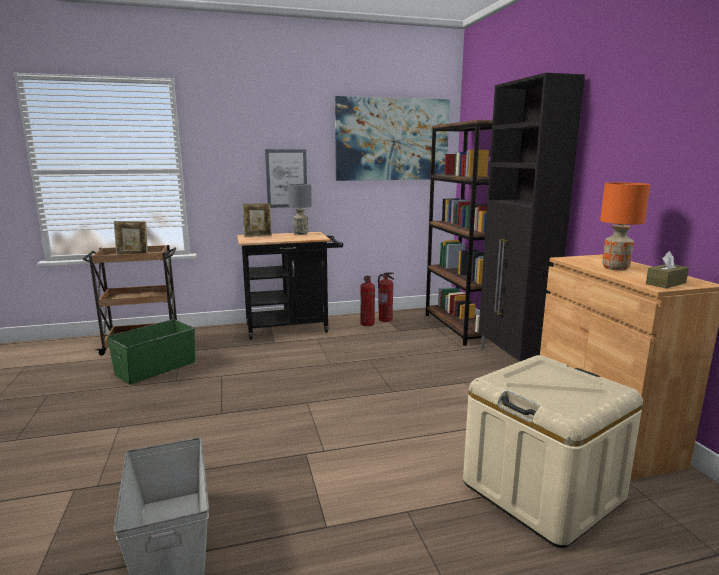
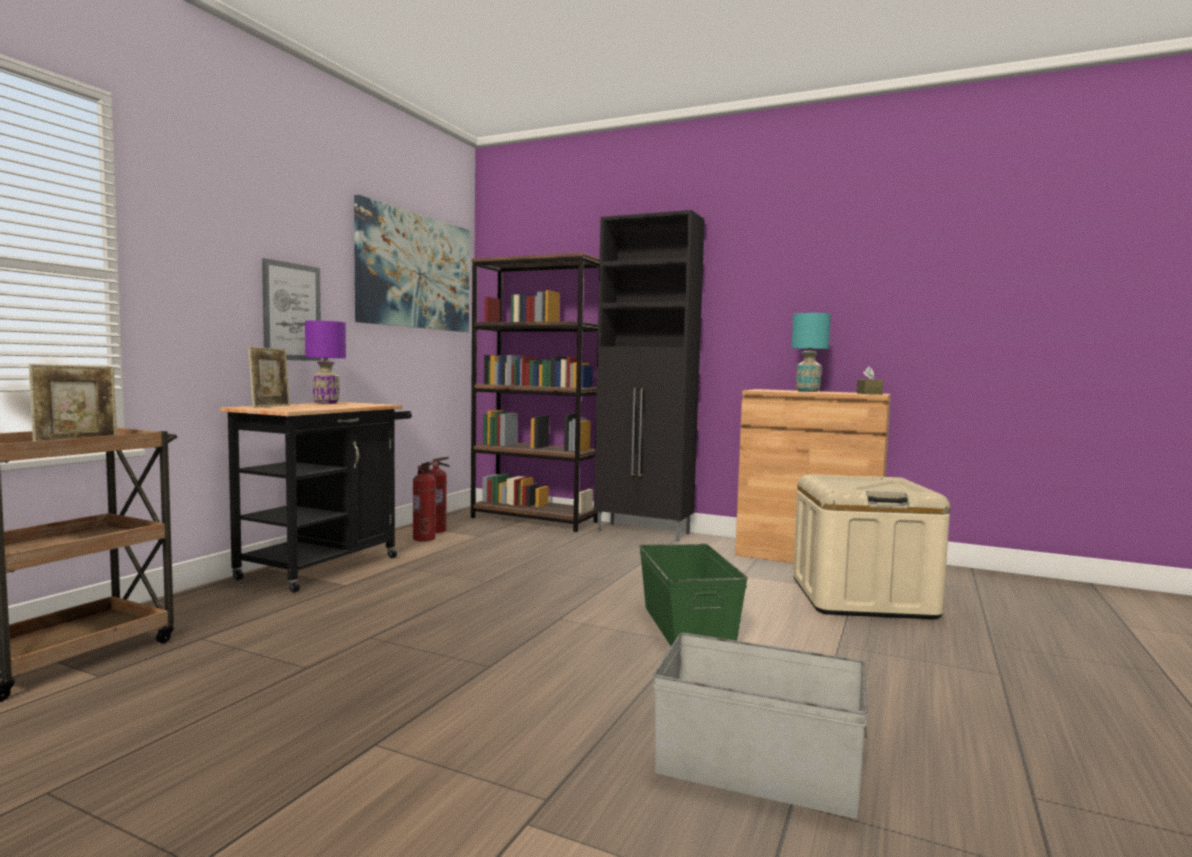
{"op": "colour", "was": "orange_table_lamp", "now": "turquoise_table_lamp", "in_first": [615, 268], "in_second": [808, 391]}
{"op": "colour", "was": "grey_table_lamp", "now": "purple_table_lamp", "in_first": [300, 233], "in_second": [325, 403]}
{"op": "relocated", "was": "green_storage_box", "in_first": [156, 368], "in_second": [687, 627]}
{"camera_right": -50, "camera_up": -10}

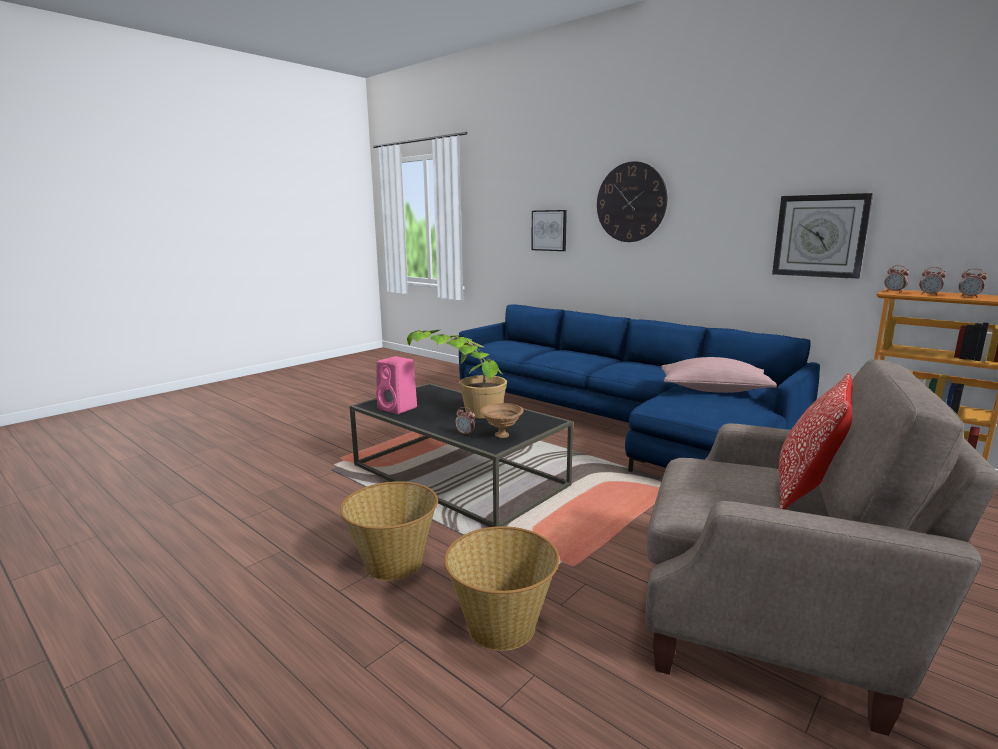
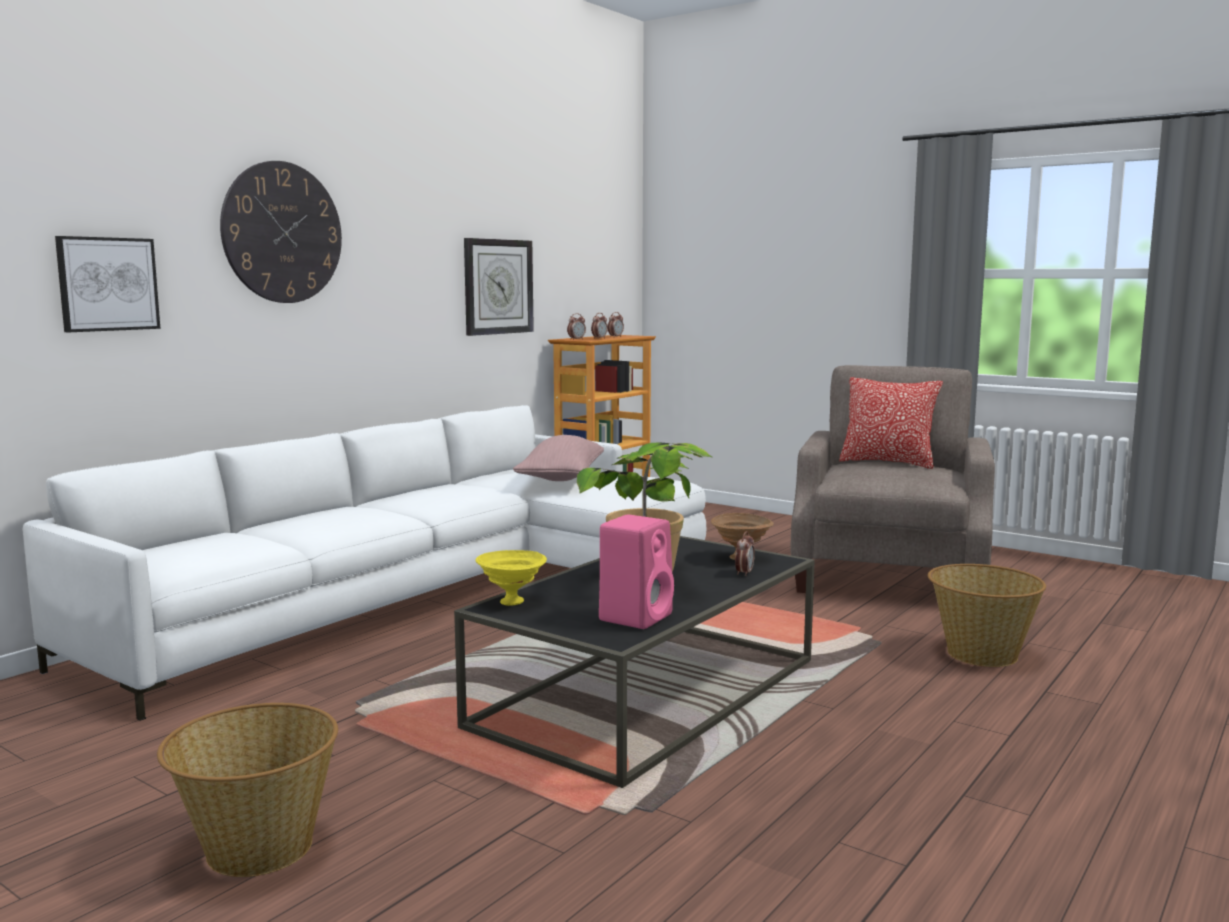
{"op": "colour", "was": "blue_sofa", "now": "white_sofa", "in_first": [621, 423], "in_second": [426, 595]}
{"op": "relocated", "was": "basket", "in_first": [393, 562], "in_second": [257, 848]}
{"op": "appeared", "now": "yellow_bowl", "in_second": [511, 601]}
{"camera_right": -95, "camera_up": -5}

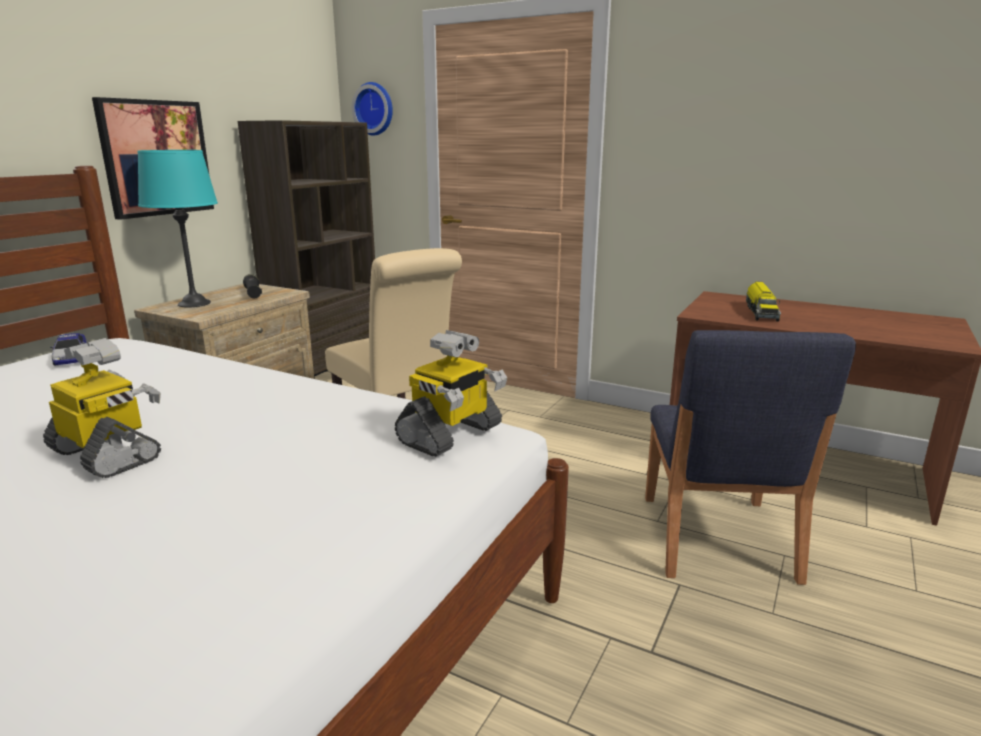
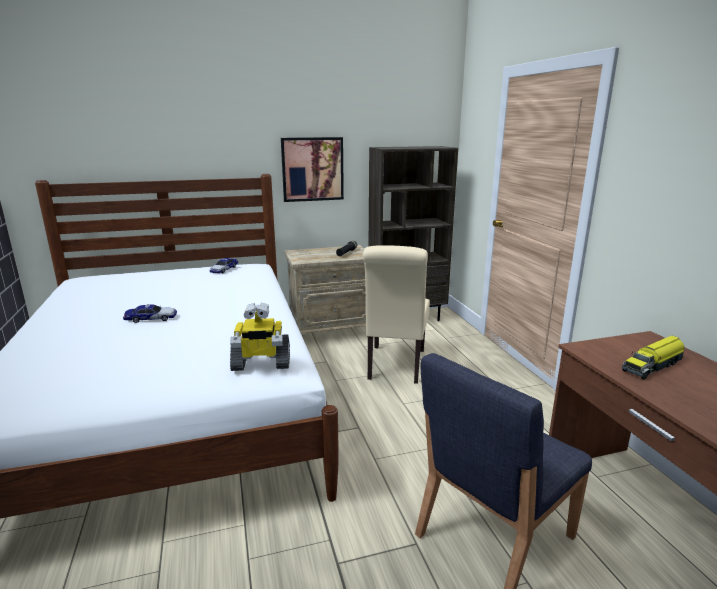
{"op": "missing", "was": "wall_clock", "in_first": [375, 109]}
{"op": "missing", "was": "turquoise_table_lamp", "in_first": [194, 303]}
{"op": "exchanged", "was": "toy_robot", "now": "toy_car", "in_first": [107, 455], "in_second": [151, 318]}
{"camera_right": 45, "camera_up": 0}

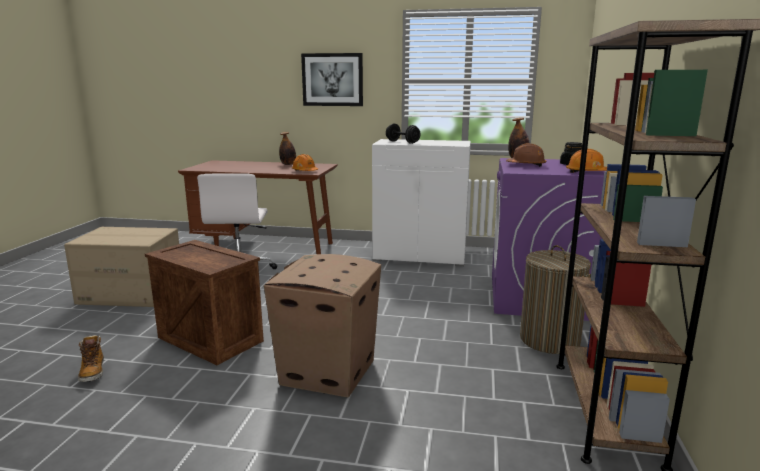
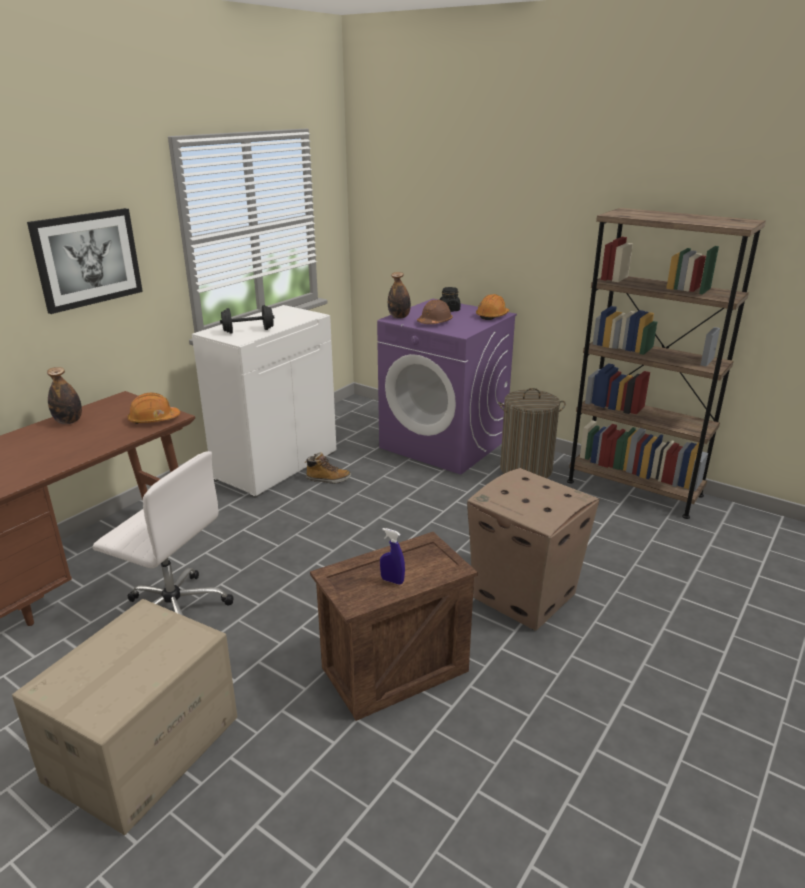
{"op": "relocated", "was": "boot", "in_first": [93, 372], "in_second": [328, 479]}
{"op": "appeared", "now": "blue_spray_bottle", "in_second": [392, 581]}
{"camera_right": -65, "camera_up": 10}

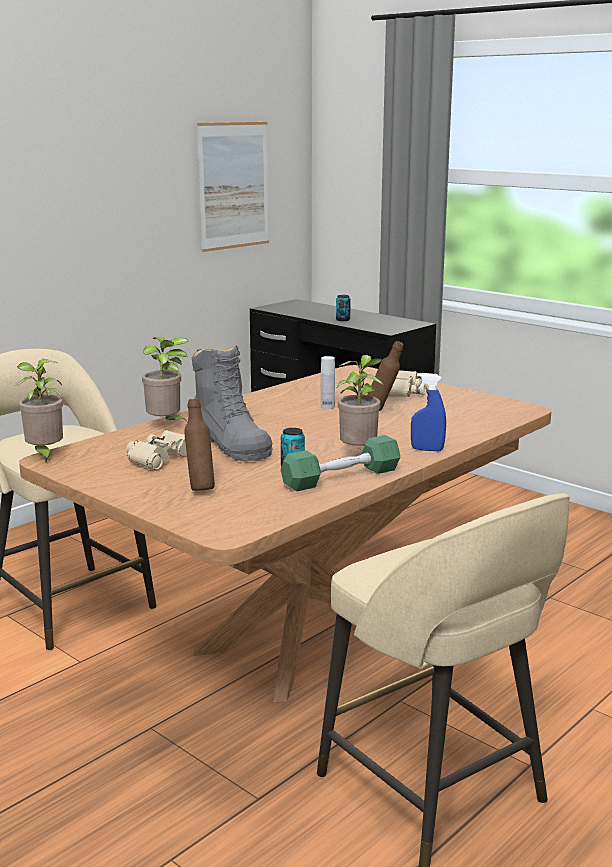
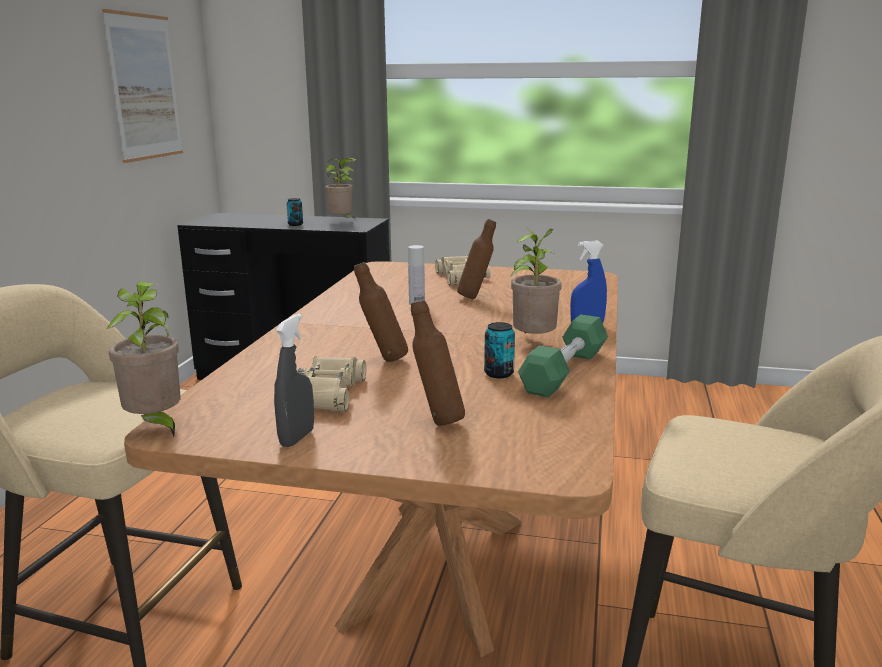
{"op": "relocated", "was": "potted_plant", "in_first": [166, 425], "in_second": [342, 222]}
{"op": "exchanged", "was": "grey_boot", "now": "brown_bottle", "in_first": [231, 444], "in_second": [383, 360]}
{"op": "appeared", "now": "grey_spray_bottle", "in_second": [297, 438]}
{"camera_right": -30, "camera_up": 0}

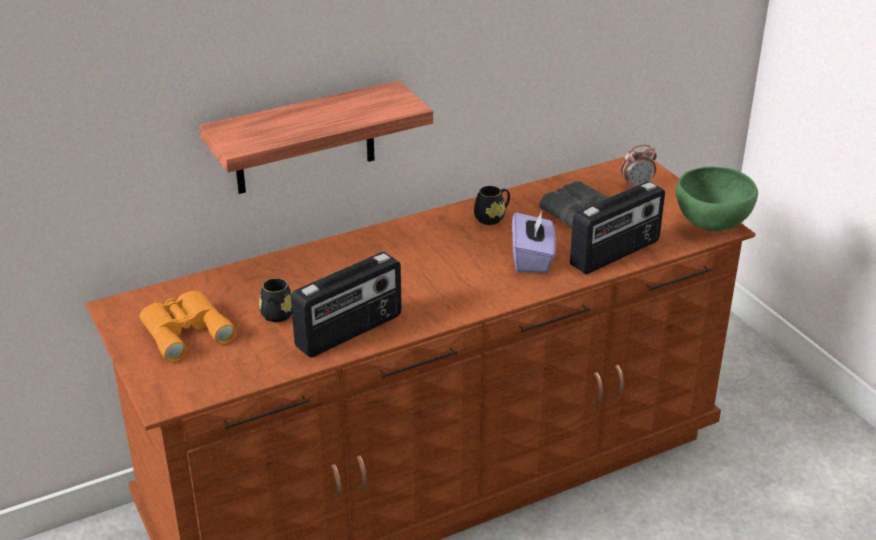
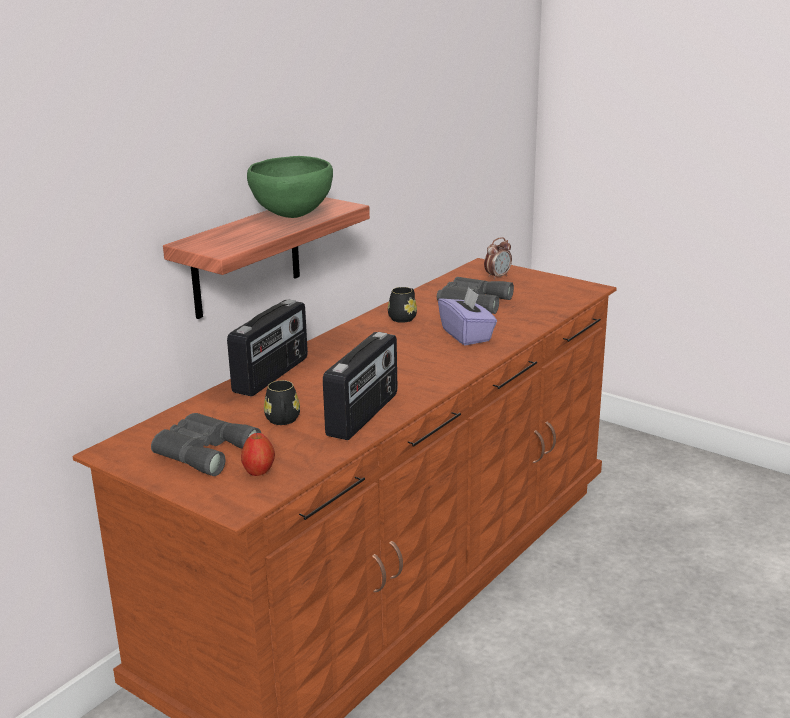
{"op": "relocated", "was": "green_bowl", "in_first": [711, 226], "in_second": [293, 216]}
{"op": "relocated", "was": "radio", "in_first": [616, 254], "in_second": [272, 375]}
{"op": "colour", "was": "orange_binoculars", "now": "grey_binoculars", "in_first": [185, 330], "in_second": [202, 450]}
{"op": "appeared", "now": "apple", "in_second": [259, 472]}
{"camera_right": -25, "camera_up": -10}

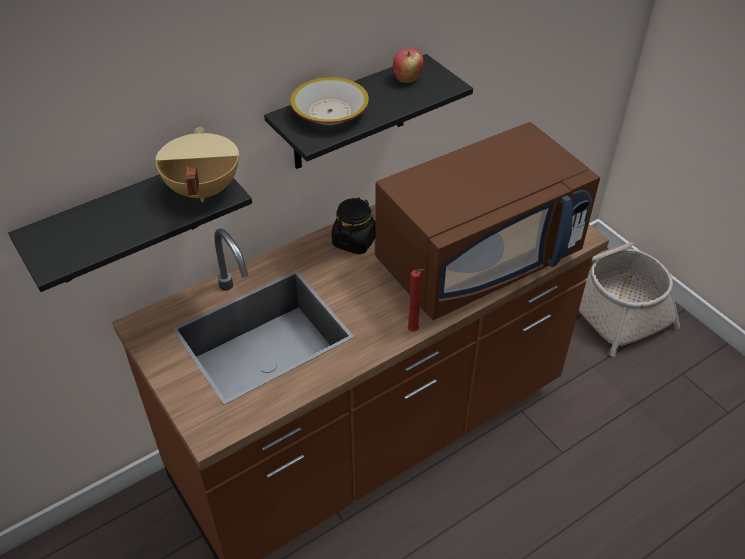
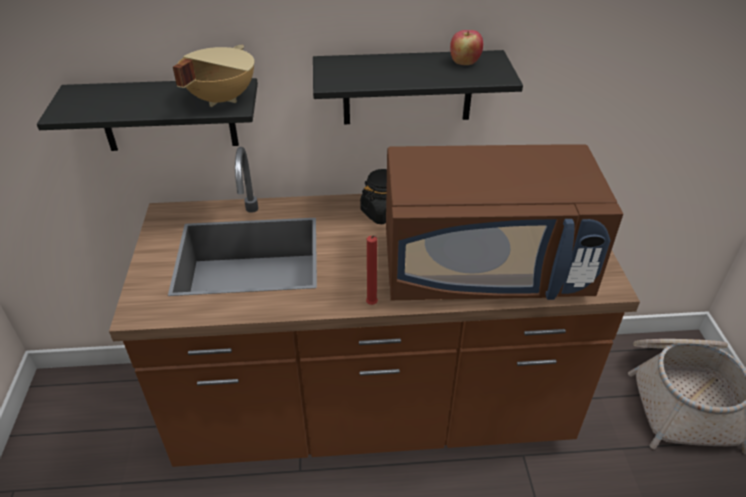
{"op": "missing", "was": "bowl", "in_first": [330, 112]}
{"camera_right": 30, "camera_up": -5}

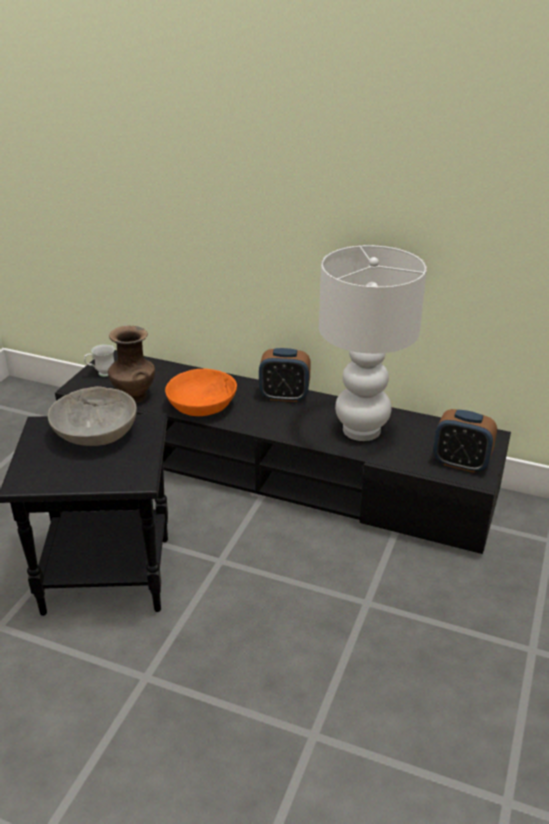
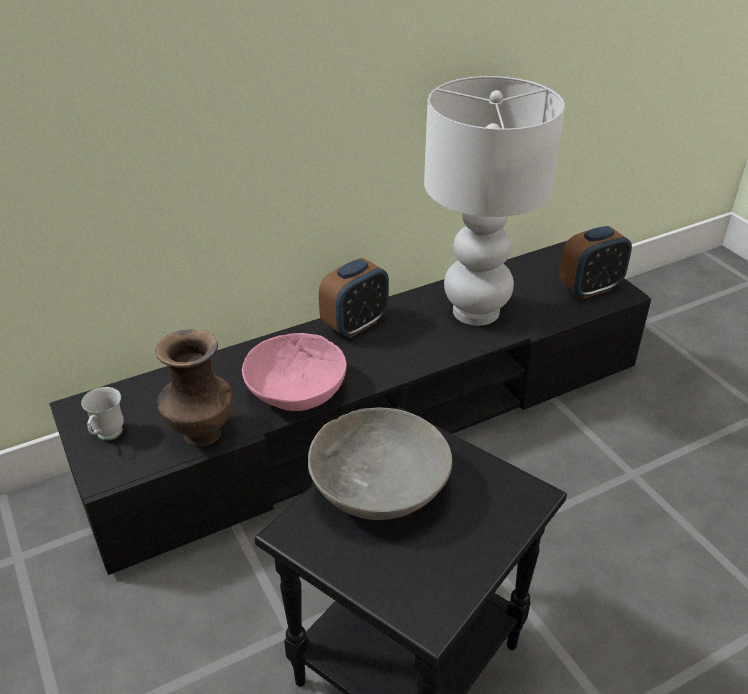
{"op": "colour", "was": "orange_bowl", "now": "pink_bowl", "in_first": [202, 405], "in_second": [295, 390]}
{"camera_right": -50, "camera_up": 5}

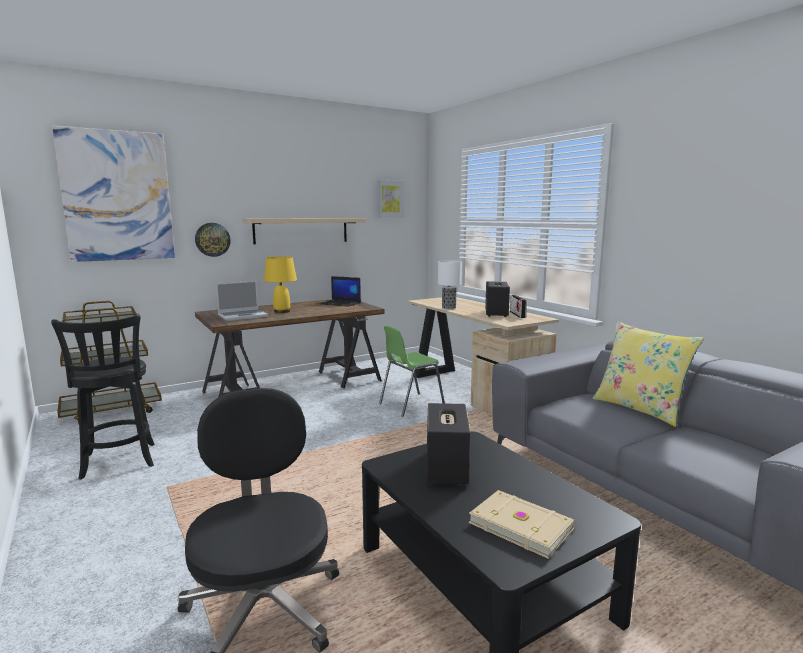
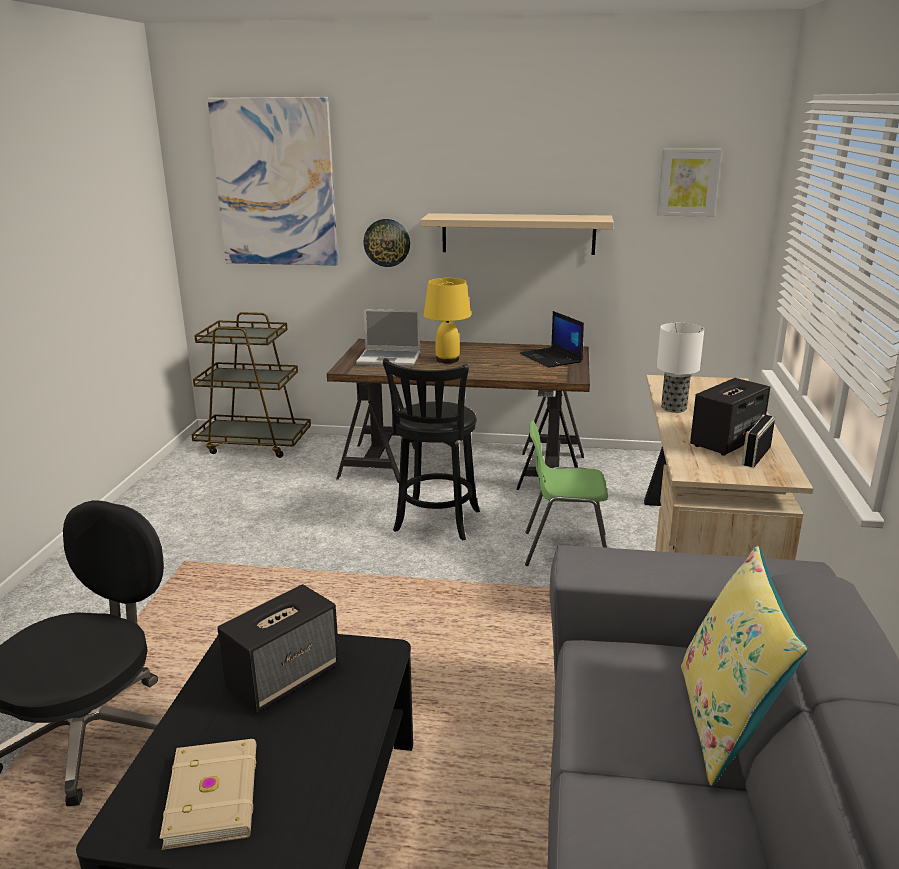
{"op": "relocated", "was": "black_stool", "in_first": [118, 462], "in_second": [435, 523]}
{"camera_right": 40, "camera_up": 10}

